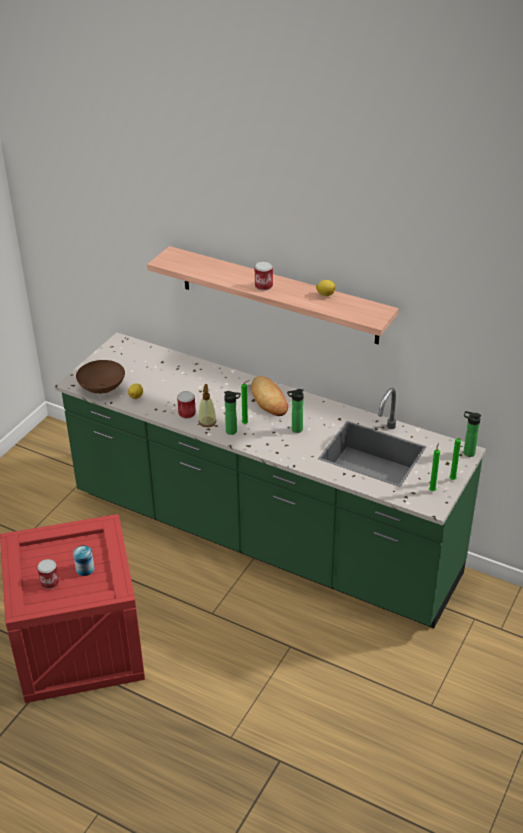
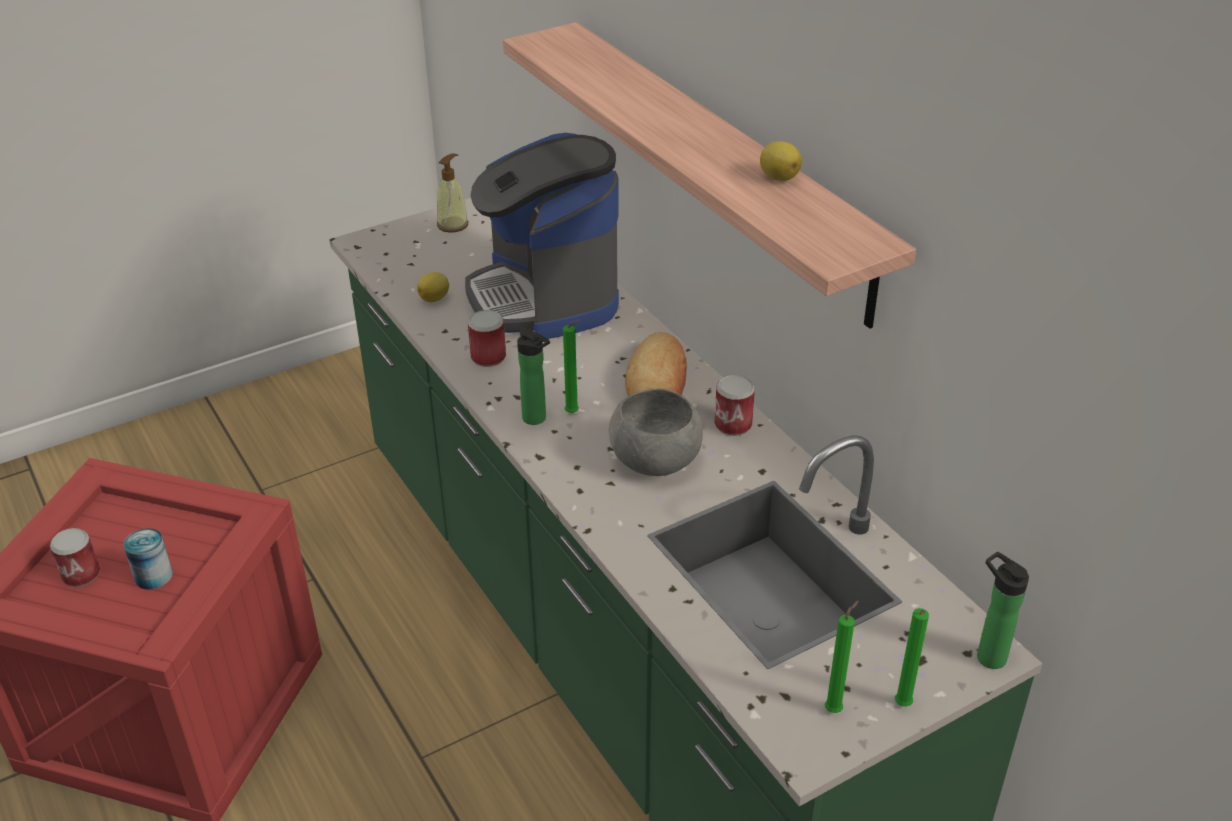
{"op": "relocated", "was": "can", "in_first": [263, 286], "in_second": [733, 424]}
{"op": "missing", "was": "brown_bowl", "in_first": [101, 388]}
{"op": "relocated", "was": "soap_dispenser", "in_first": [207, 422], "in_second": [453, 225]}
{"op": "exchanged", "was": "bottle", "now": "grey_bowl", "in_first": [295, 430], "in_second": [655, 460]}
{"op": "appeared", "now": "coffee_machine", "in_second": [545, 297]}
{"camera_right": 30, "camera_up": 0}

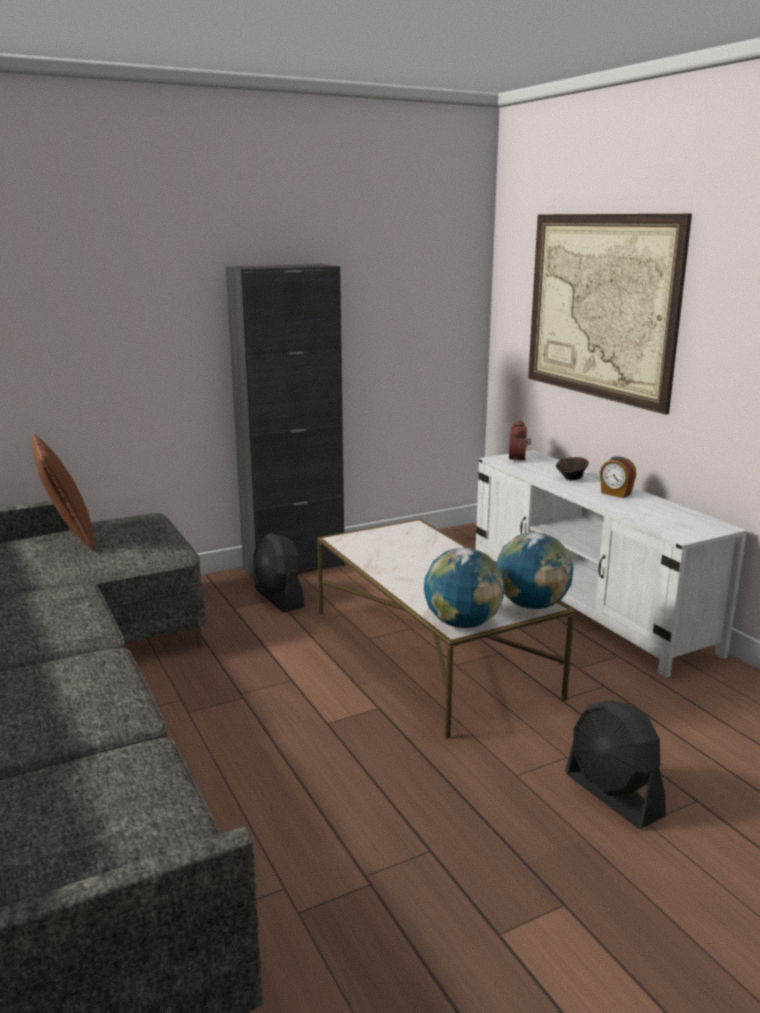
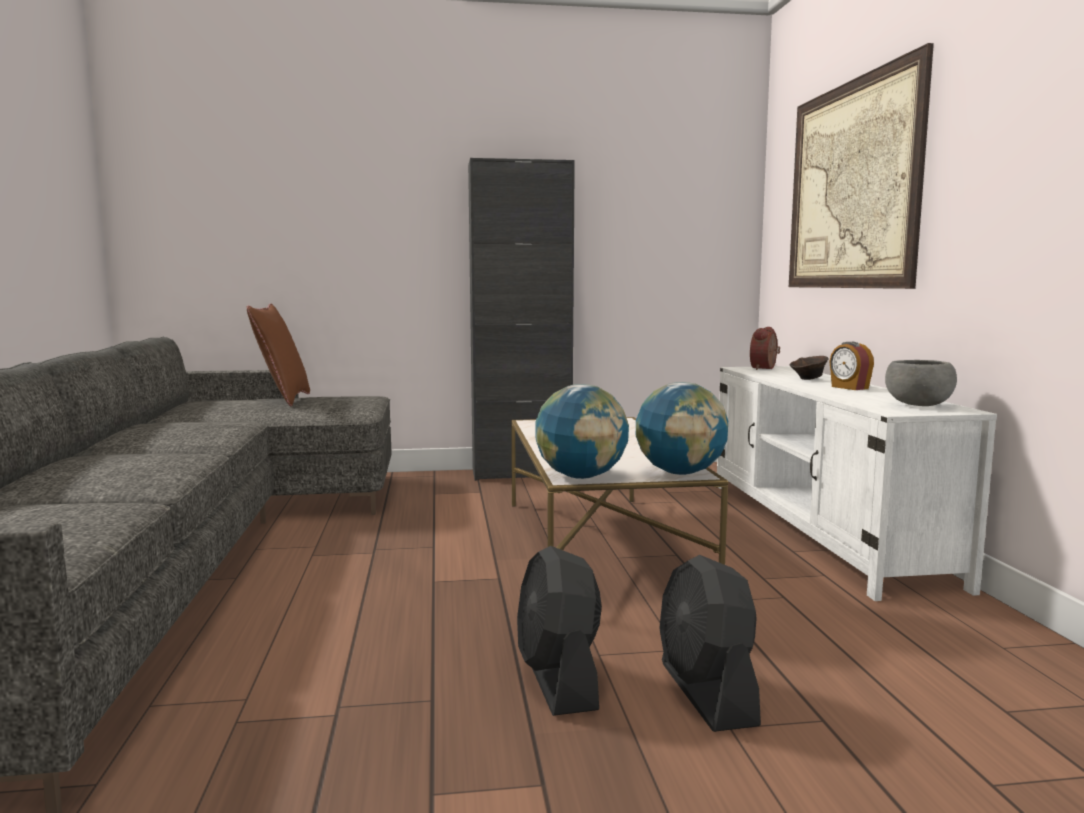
{"op": "relocated", "was": "black_fan", "in_first": [279, 598], "in_second": [558, 680]}
{"op": "appeared", "now": "grey_bowl", "in_second": [918, 405]}
{"camera_right": 20, "camera_up": -10}

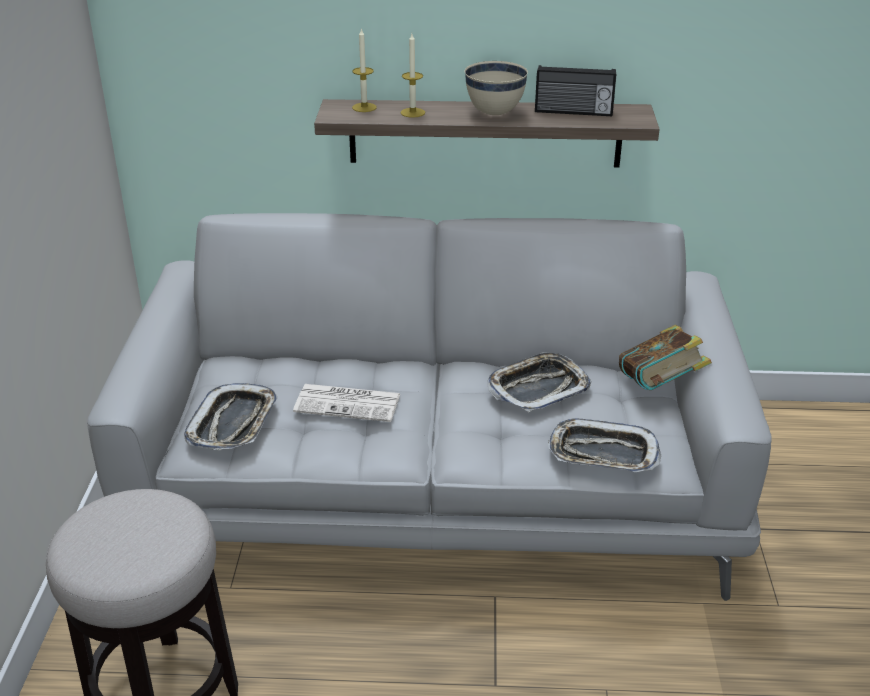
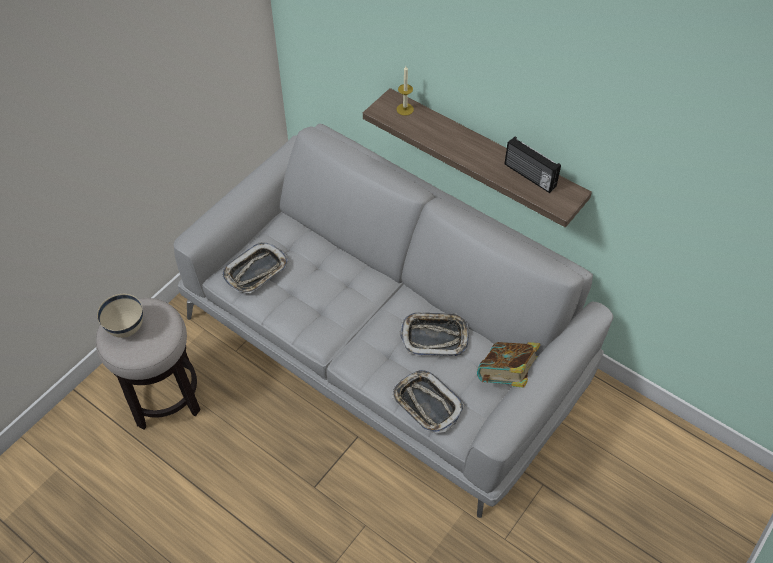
{"op": "missing", "was": "candle", "in_first": [412, 112]}
{"op": "relocated", "was": "beige_bowl", "in_first": [494, 113], "in_second": [126, 329]}
{"op": "missing", "was": "newspaper", "in_first": [349, 403]}
{"camera_right": 35, "camera_up": 20}

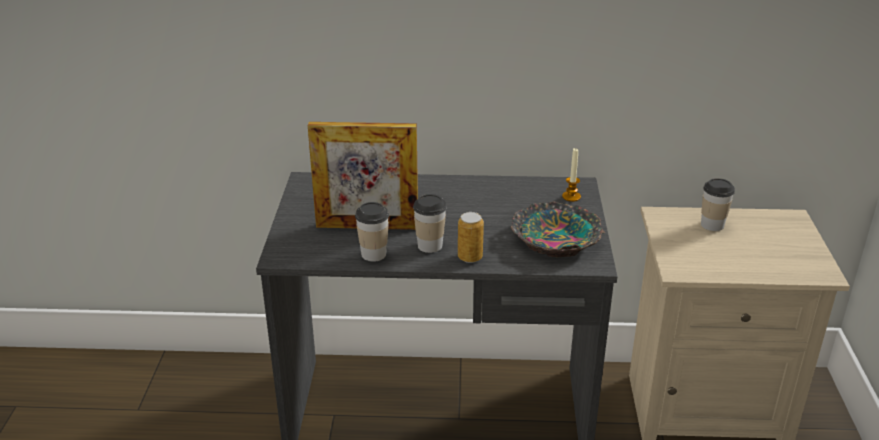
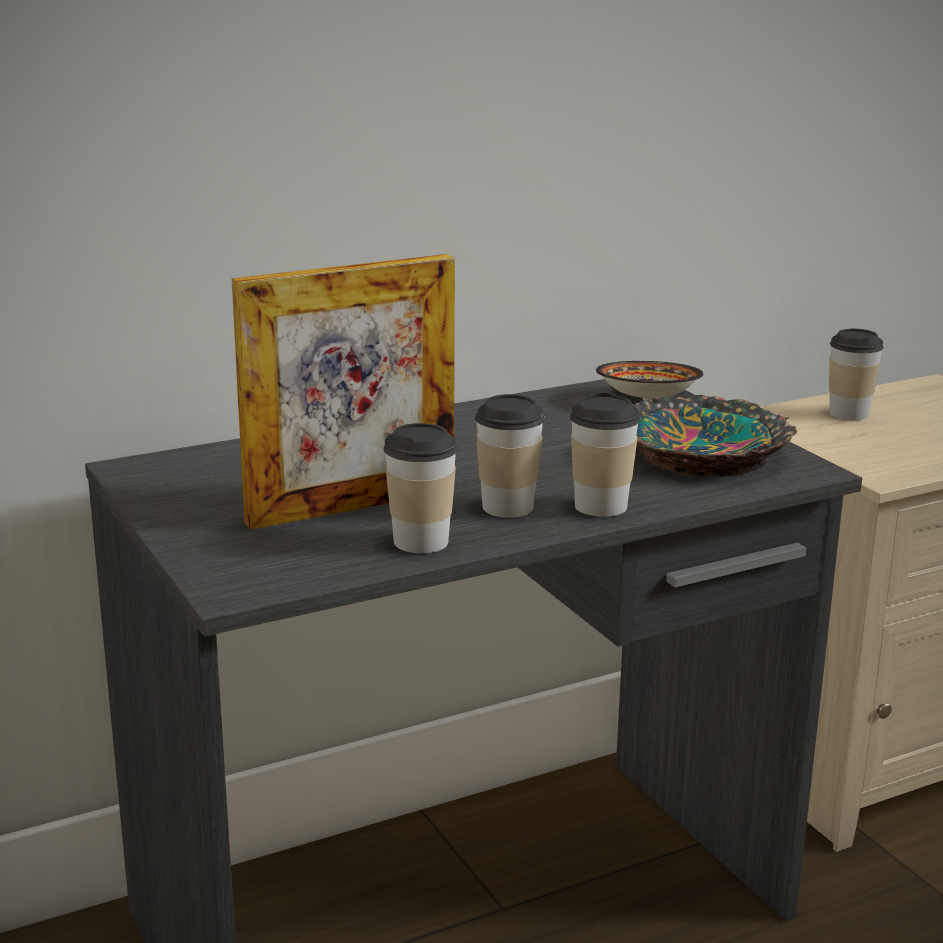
{"op": "exchanged", "was": "candle", "now": "bowl", "in_first": [571, 197], "in_second": [647, 399]}
{"op": "exchanged", "was": "can", "now": "cup", "in_first": [470, 257], "in_second": [600, 506]}
{"camera_right": -30, "camera_up": -10}

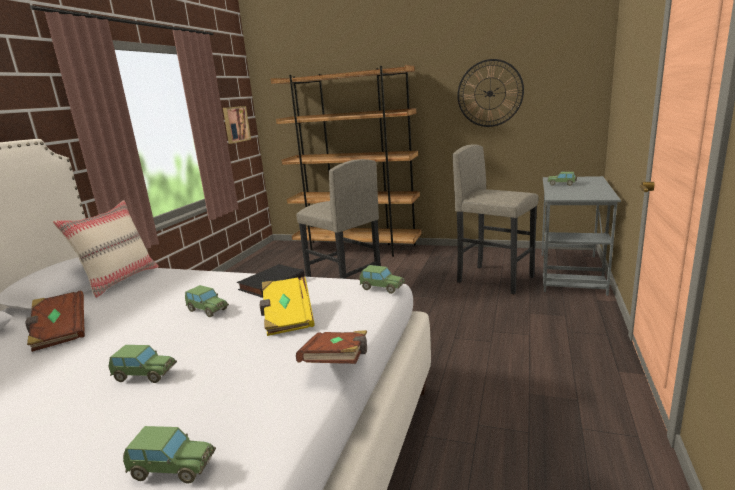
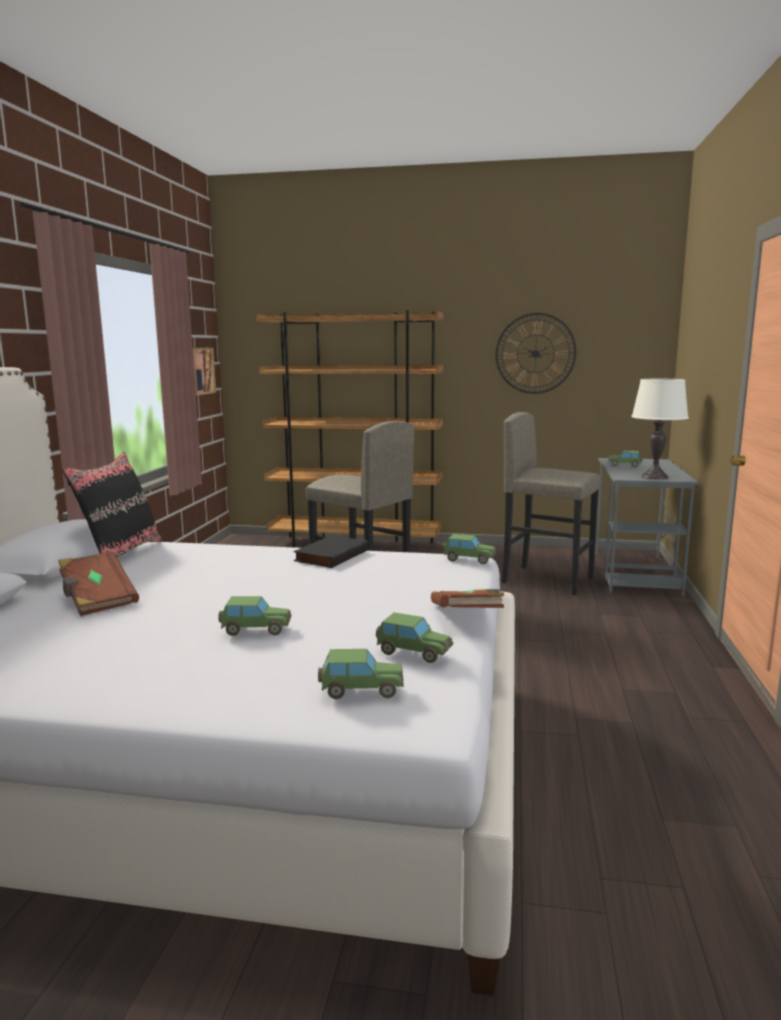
{"op": "colour", "was": "beige_pillow", "now": "black_pillow", "in_first": [120, 280], "in_second": [121, 552]}
{"op": "missing", "was": "yellow_book", "in_first": [287, 318]}
{"op": "relocated", "was": "toy_car", "in_first": [207, 310], "in_second": [413, 652]}
{"op": "appeared", "now": "white_table_lamp", "in_second": [655, 477]}
{"camera_right": -10, "camera_up": -5}

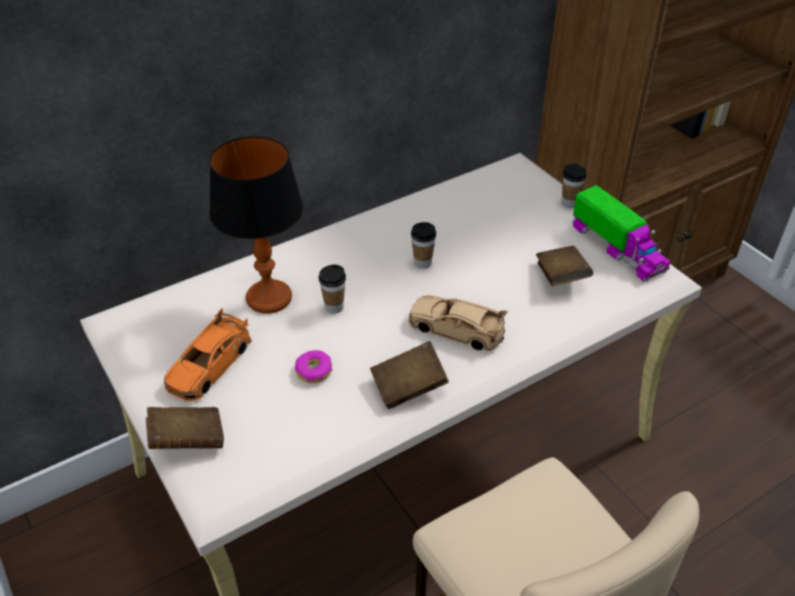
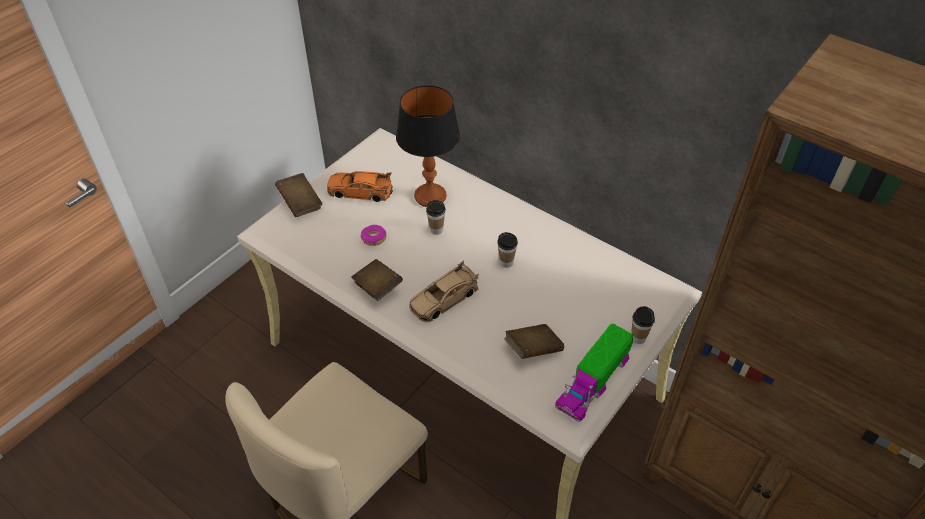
{"op": "spun", "was": "beige_toy_car", "in_first": [456, 329], "in_second": [444, 299], "clockwise": -135}
{"camera_right": 70, "camera_up": 5}

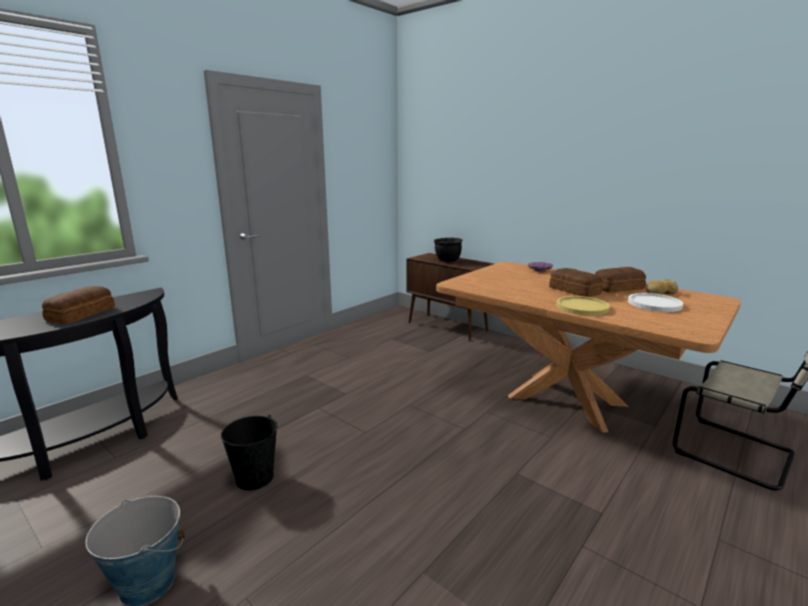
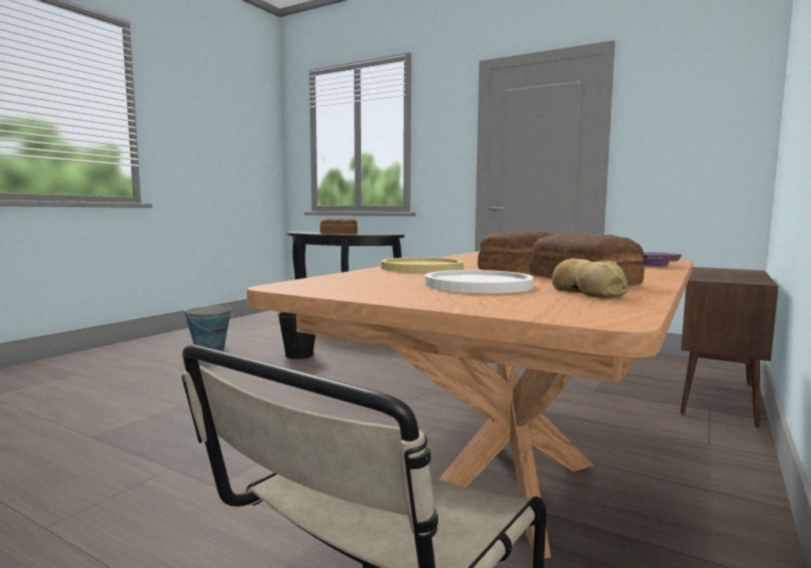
{"op": "missing", "was": "black_cooking_pot", "in_first": [447, 260]}
{"camera_right": 80, "camera_up": -10}

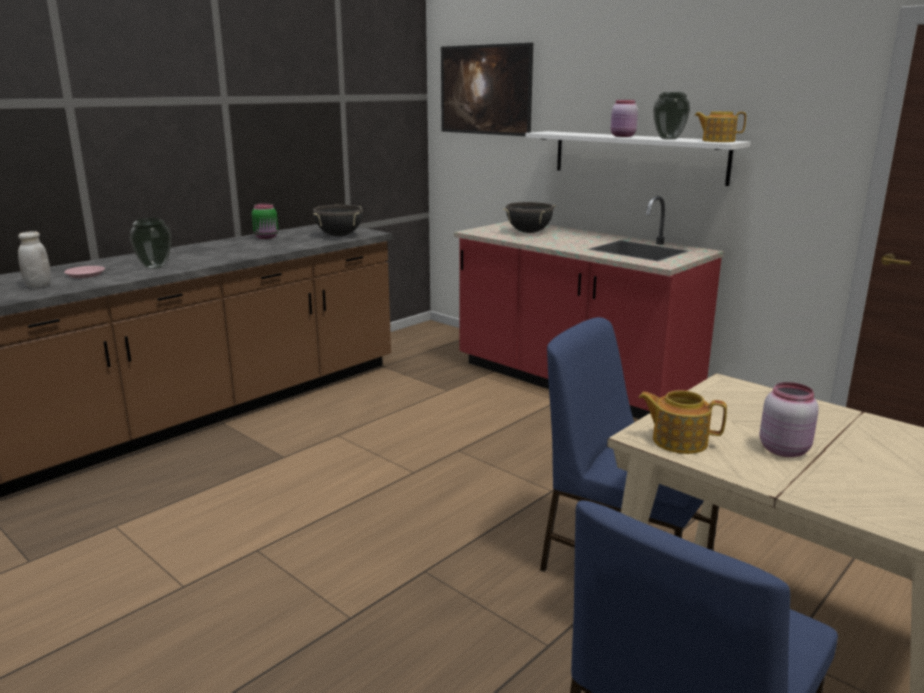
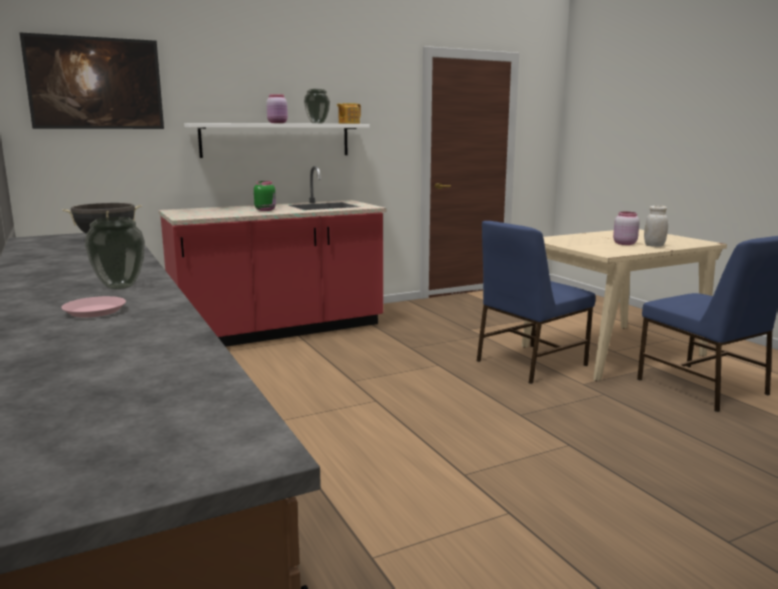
{"op": "missing", "was": "black_cooking_pot", "in_first": [528, 232]}
{"op": "relocated", "was": "green_jar", "in_first": [267, 237], "in_second": [266, 210]}
{"op": "relocated", "was": "white_jar", "in_first": [38, 286], "in_second": [654, 246]}
{"op": "missing", "was": "teapot", "in_first": [678, 441]}
{"camera_right": -70, "camera_up": -5}

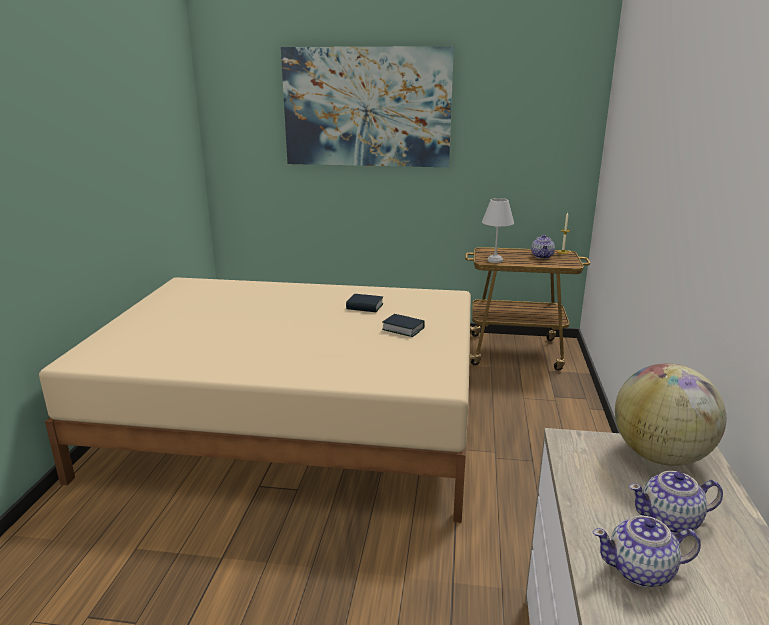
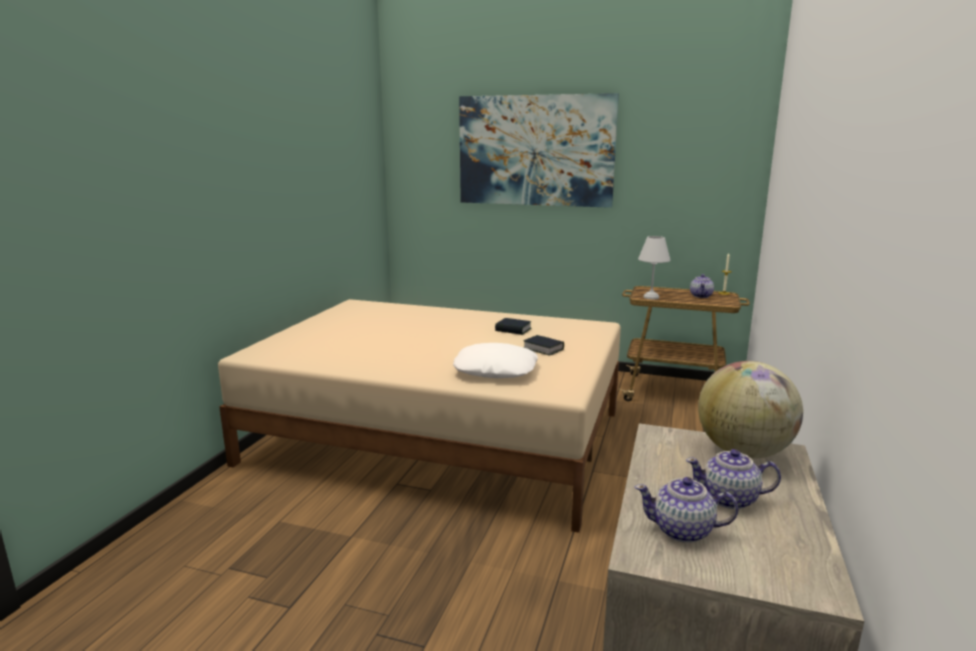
{"op": "appeared", "now": "white_pillow", "in_second": [496, 369]}
{"camera_right": 10, "camera_up": -5}

